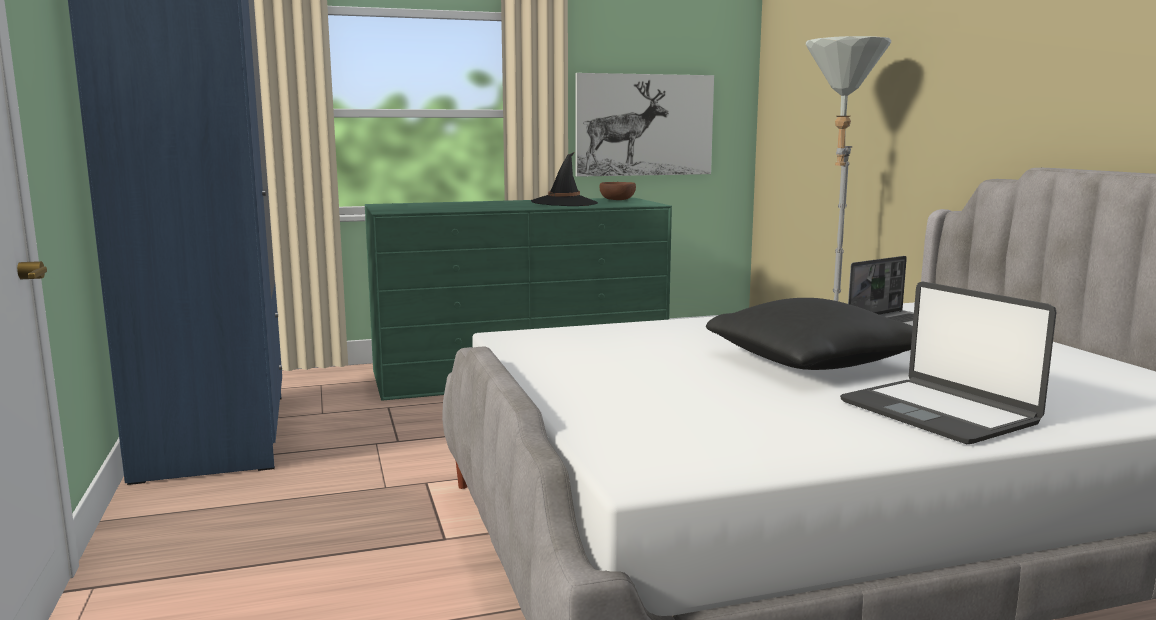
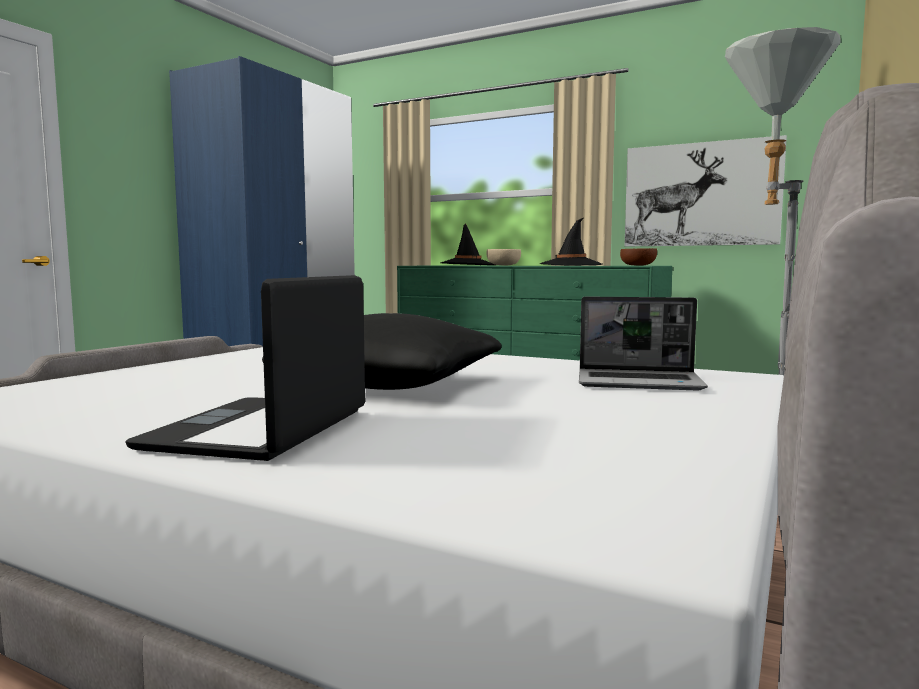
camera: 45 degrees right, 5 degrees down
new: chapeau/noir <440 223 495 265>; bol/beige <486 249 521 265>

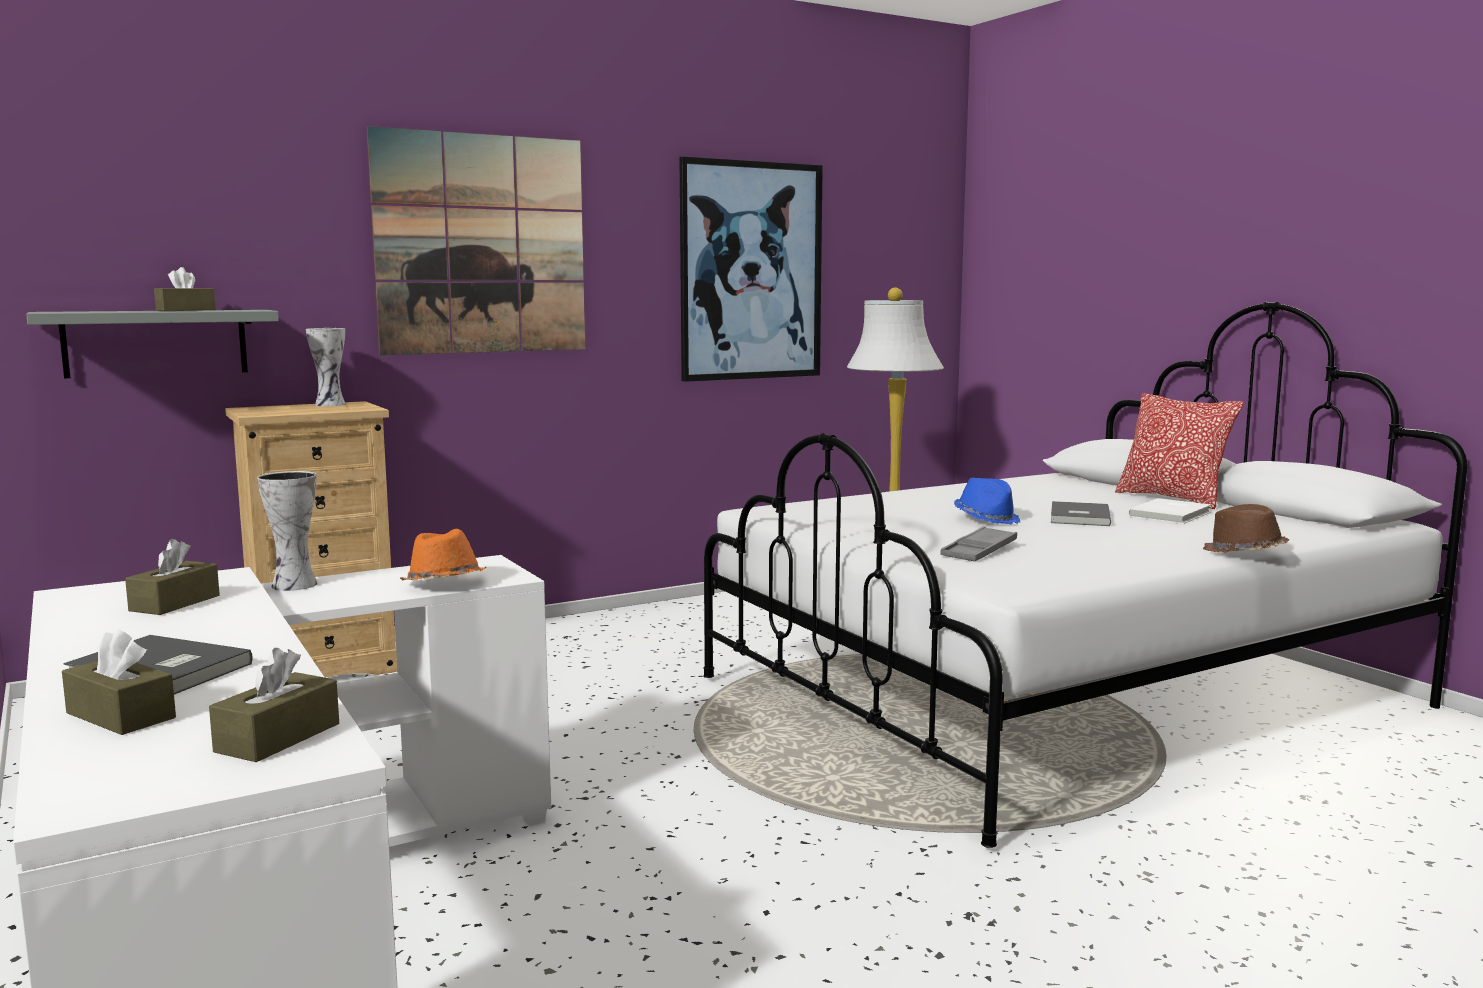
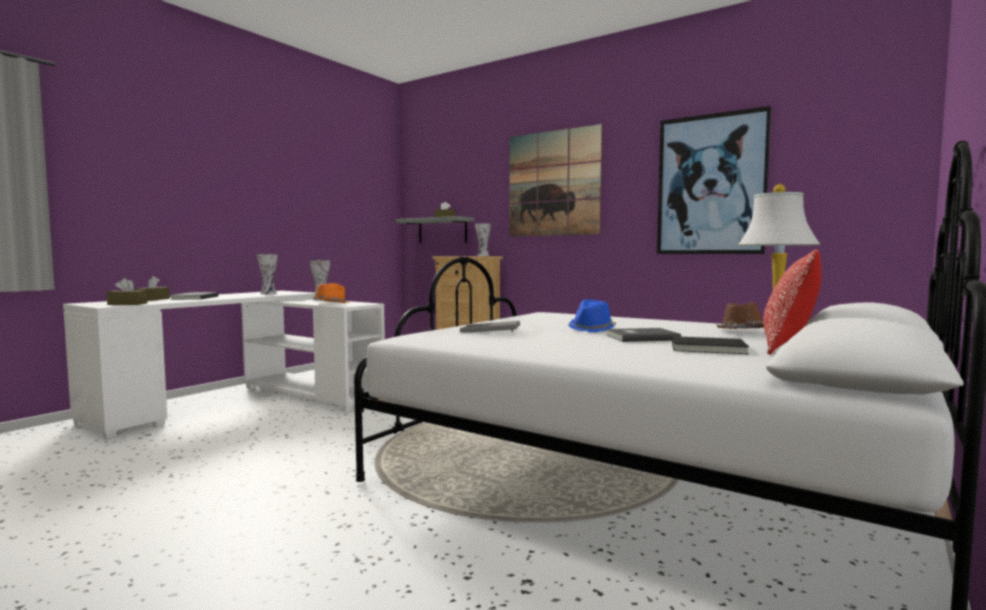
camera: 65 degrees right, 5 degrees down
shifted: chapeau/marron <1203 504 1289 553> to <717 302 764 329>
swapped: boîte à mouchoirs/marron <125 539 220 615> to vase <257 254 278 295>
repainted: livre/blanc <1128 498 1211 524> to livre/noir <672 336 749 354>

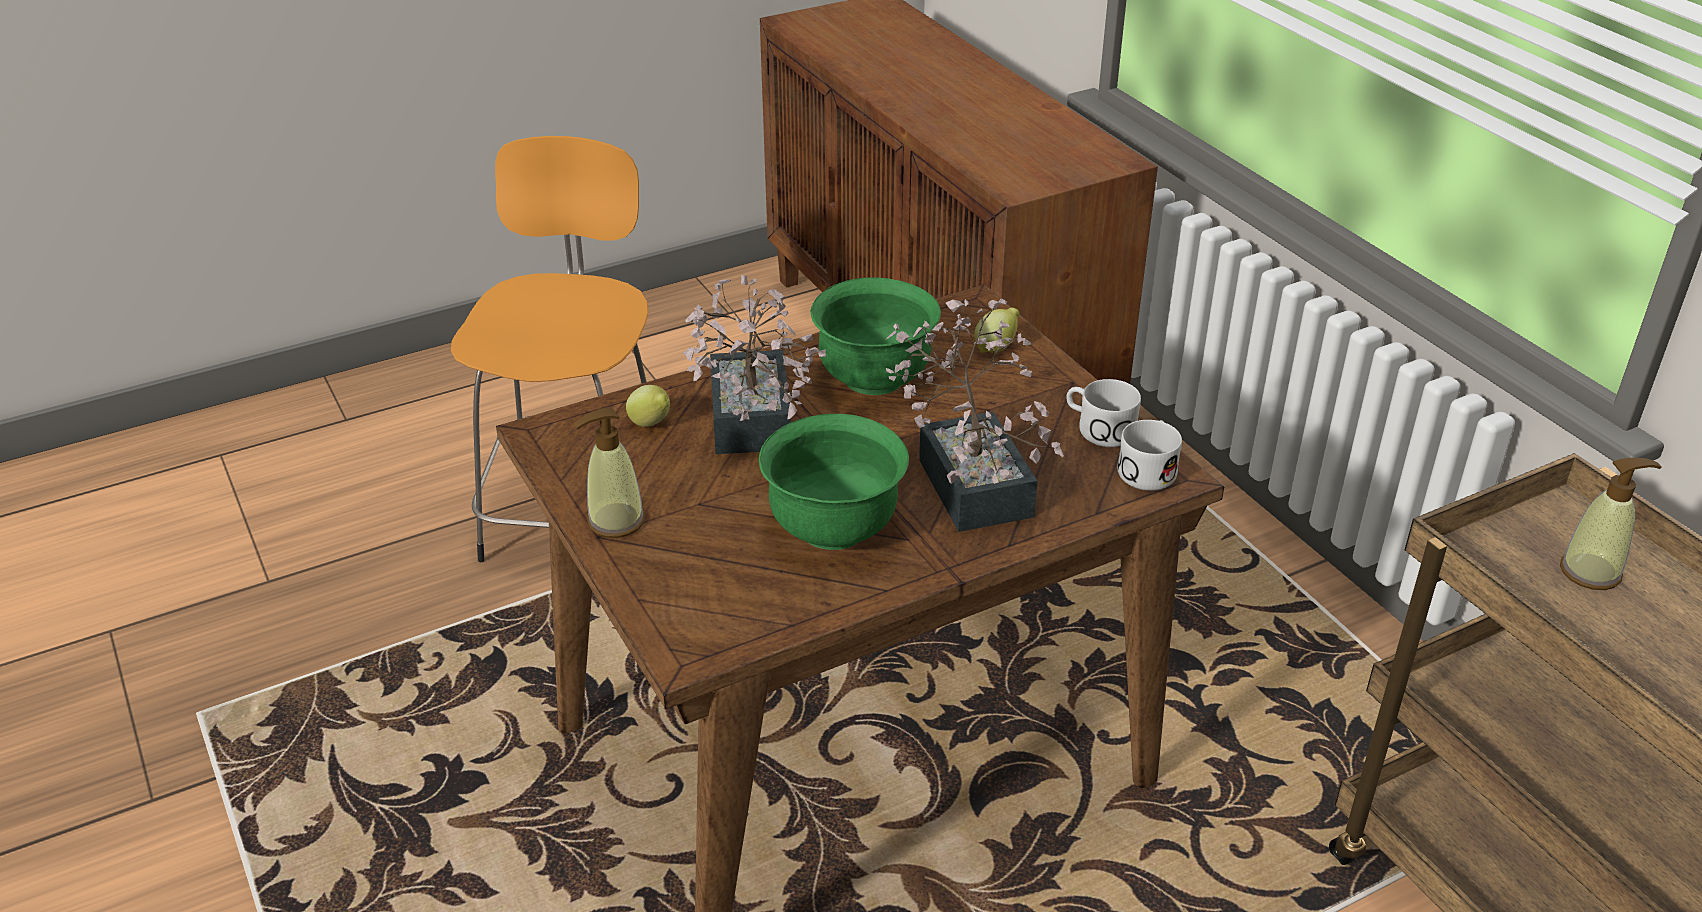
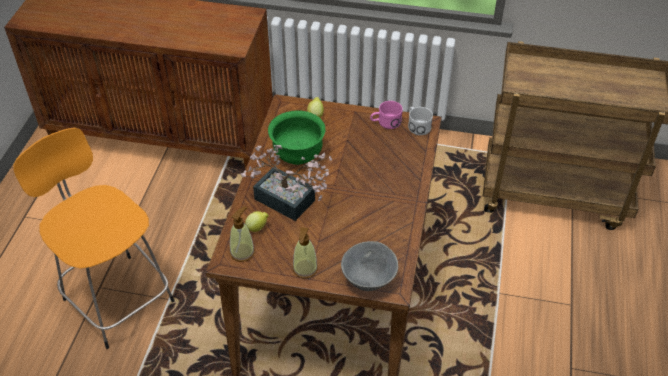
camera: 50 degrees left, 10 degrees up
gone: bol/vert <759 414 909 550>; plante en pot <886 298 1064 532>
new: bol/gris <341 241 398 291>
shifted: distributeur de savon <1560 458 1661 590> to <230 207 255 262>
repainted: mug/blanc <1066 379 1141 447> to mug/rose <370 101 403 129>

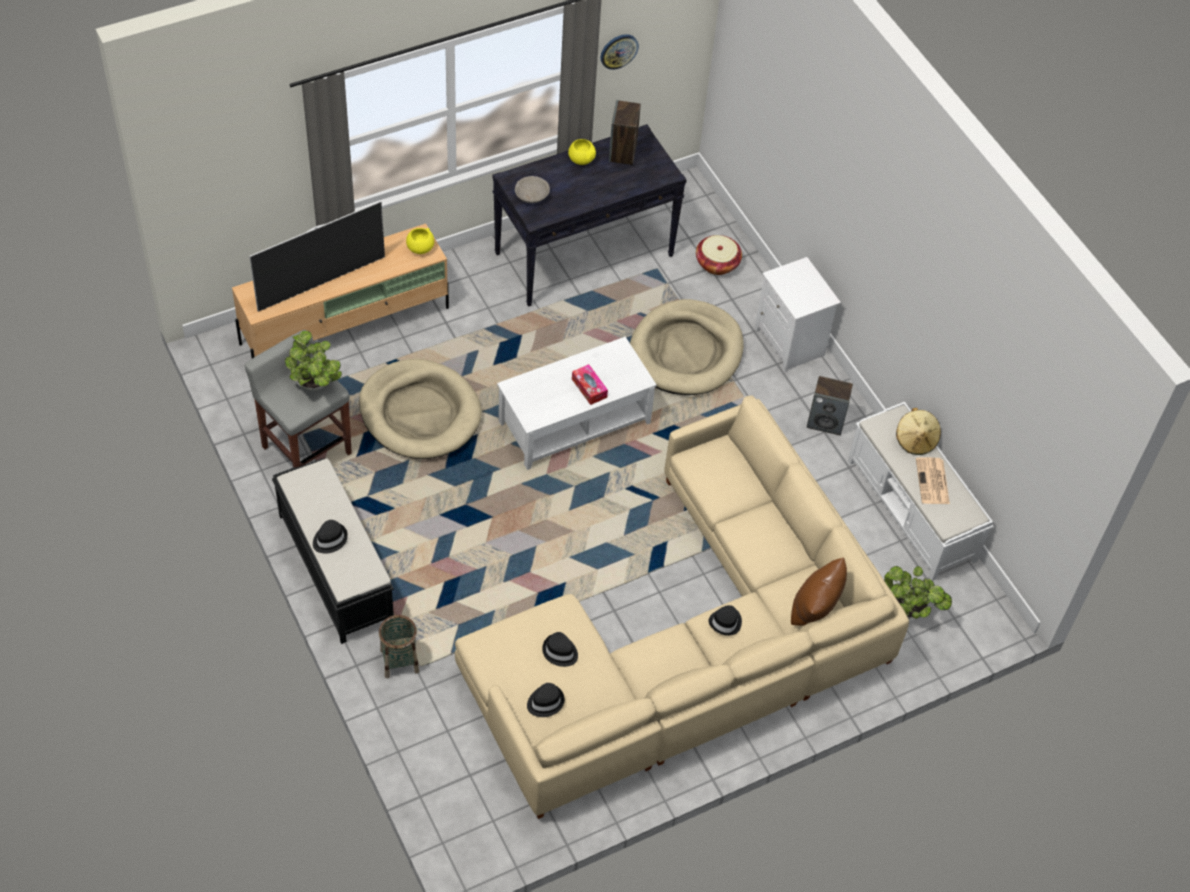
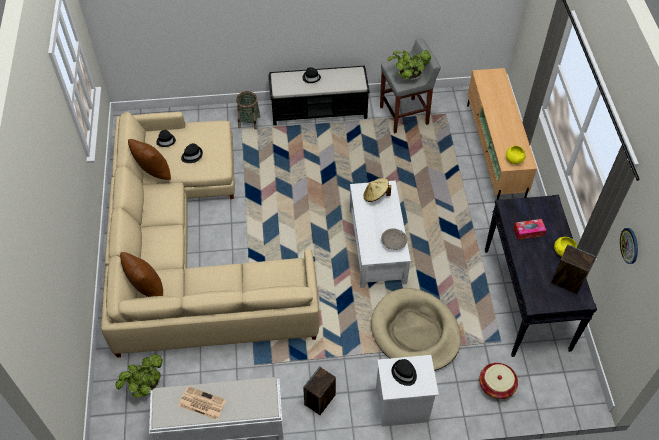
camera: 115 degrees right, 0 degrees up
gone: téléviseur <249 201 385 312>; panier pour chien/beige <359 359 482 459>
new: coussin/marron <128 139 171 180>
shifted: bol/gris <515 176 550 203> to <381 228 407 250>; boîte à mouchoirs <572 364 608 405> to <514 219 546 240>; chapeau/noir <708 605 742 636> to <392 359 417 386>; chapeau/beige <896 408 941 455> to <364 178 391 202>

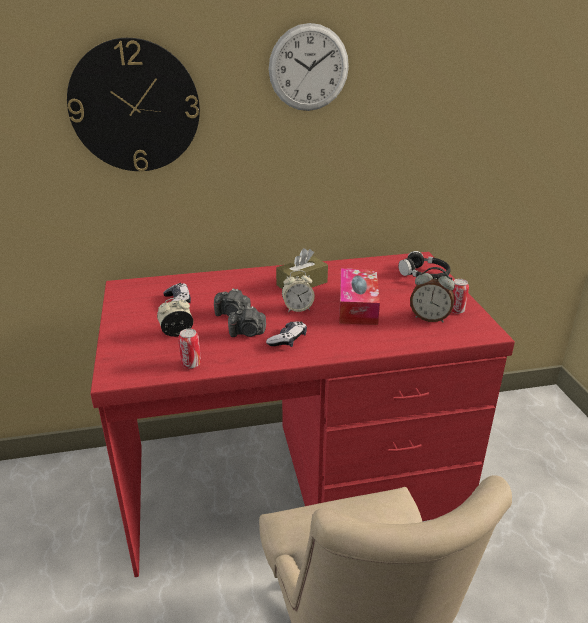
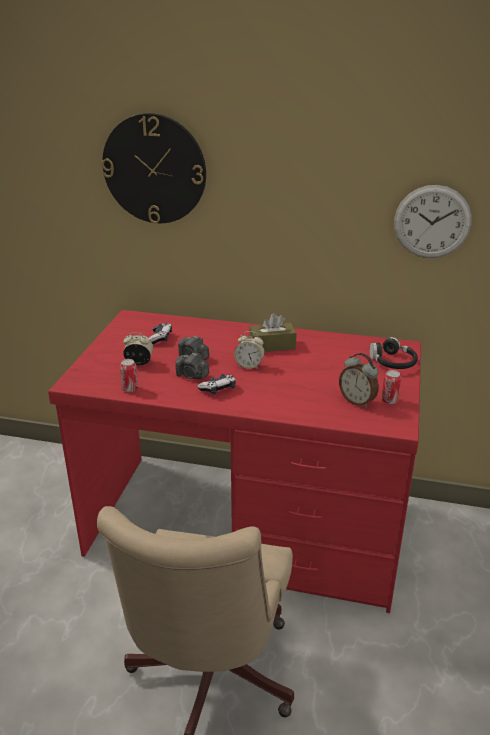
camera: 25 degrees right, 0 degrees up
gone: boîte à mouchoirs <339 268 380 325>
shifted: horloge murale <269 23 349 111> to <394 185 472 258>

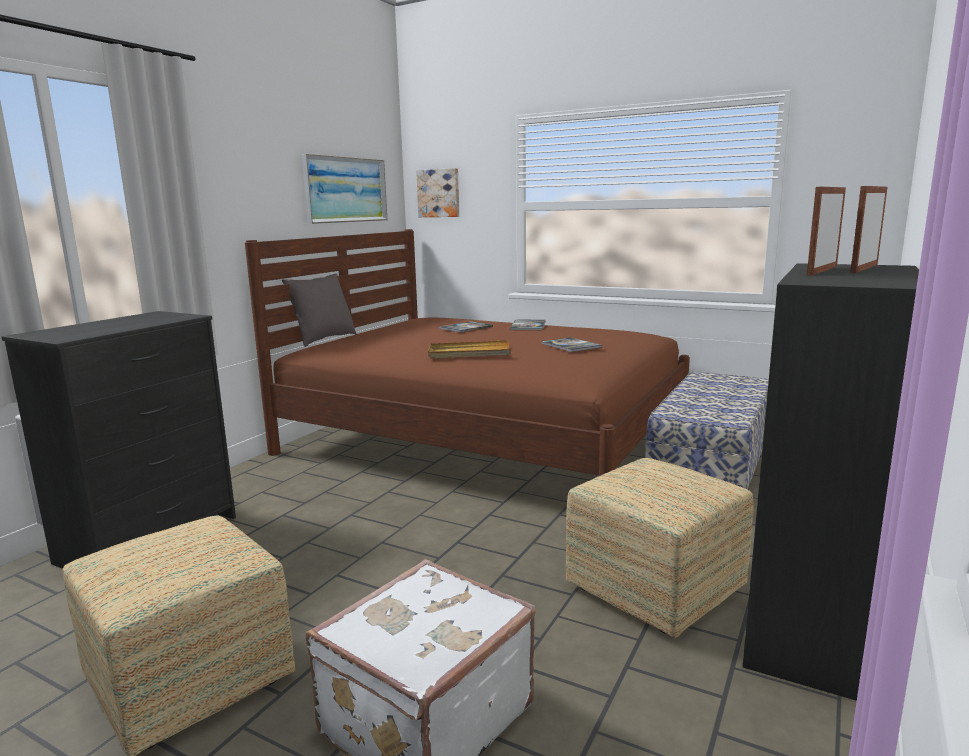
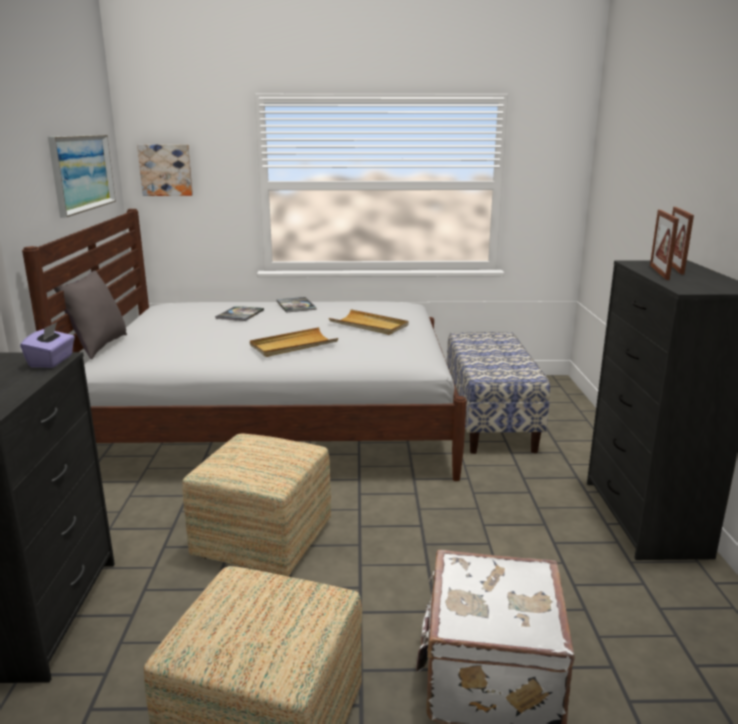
camera: 30 degrees left, 5 degrees up
new: boîte à mouchoirs/violet <20 322 75 368>
shifted: pouf <566 458 753 639> to <182 434 331 577>
swapped: livre <542 337 602 352> to plateau/beige <329 309 409 335>
repainted: lit/marron <245 229 690 476> to lit/blanc <22 209 467 481>

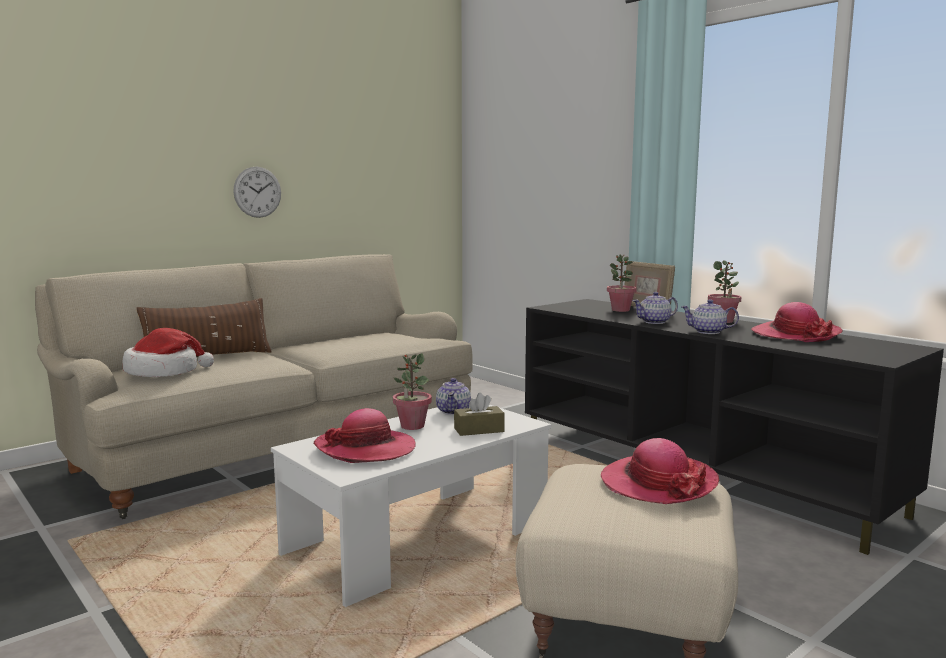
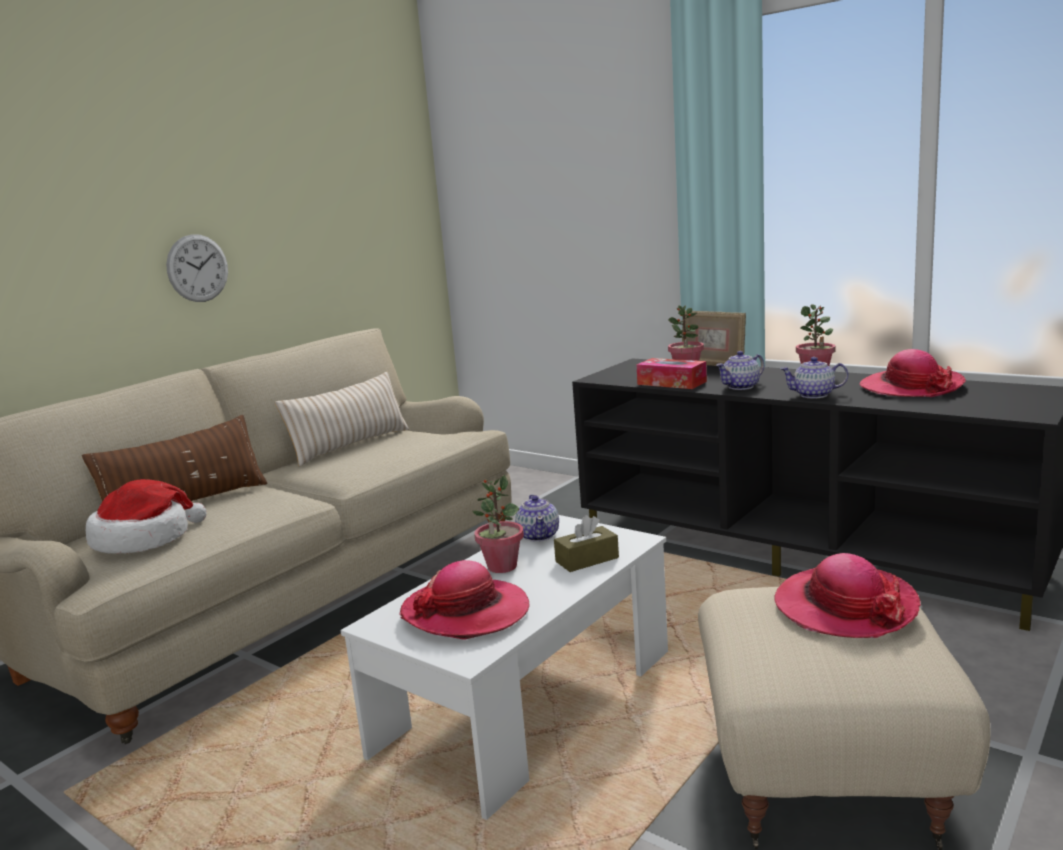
camera: 10 degrees left, 5 degrees up
new: coussin/beige <275 372 409 467>; boîte à mouchoirs <636 358 707 389>

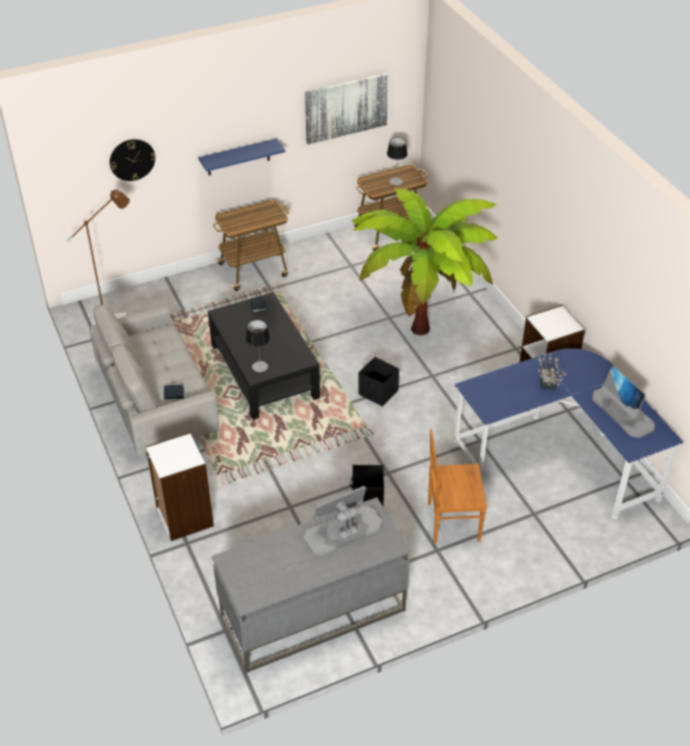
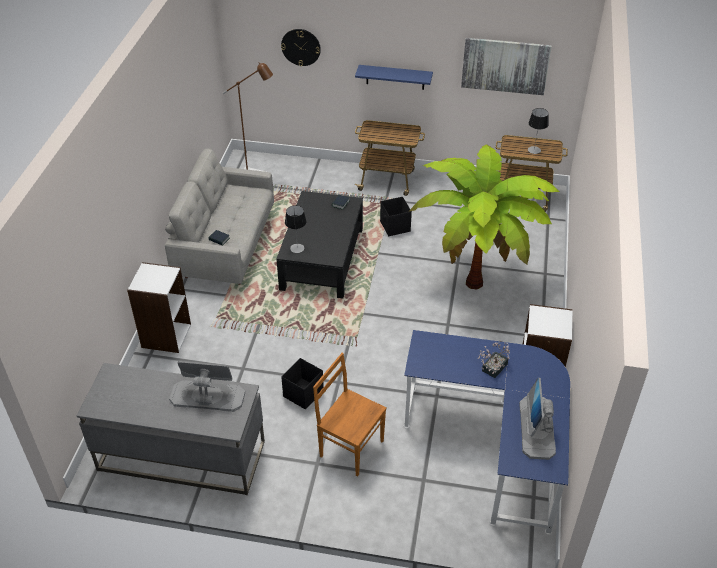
camera: 35 degrees right, 0 degrees up
shifted: boîte de rangement/noir <358 357 399 406> to <380 197 412 236>

